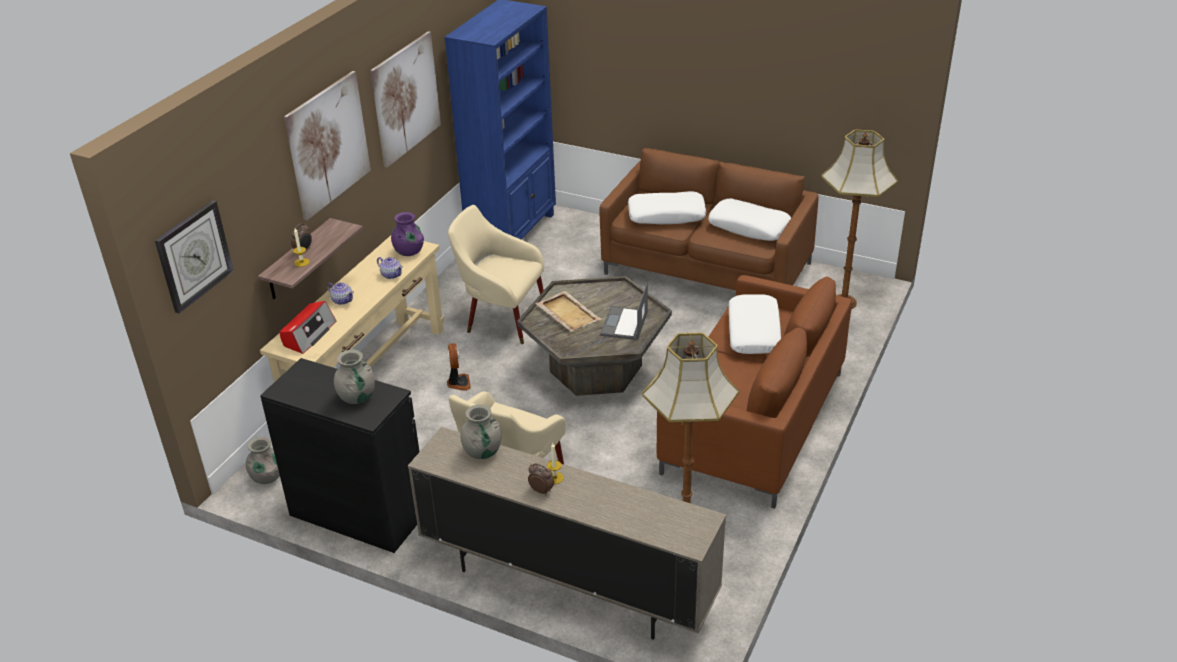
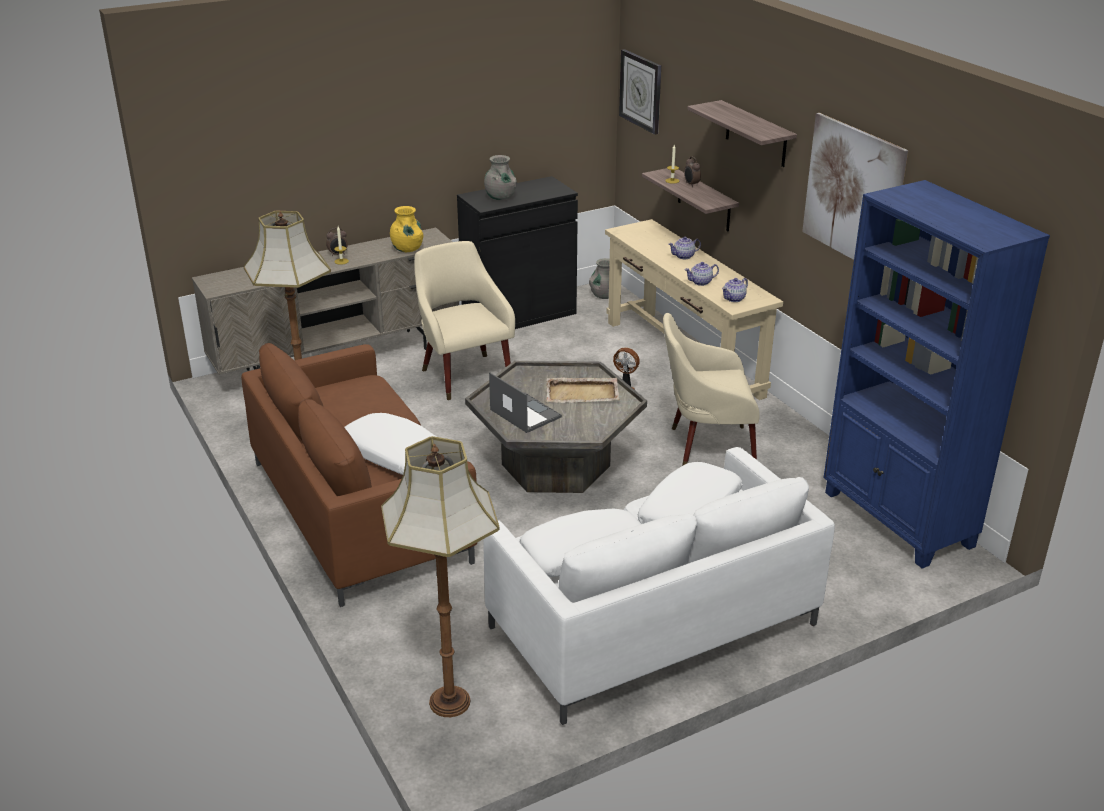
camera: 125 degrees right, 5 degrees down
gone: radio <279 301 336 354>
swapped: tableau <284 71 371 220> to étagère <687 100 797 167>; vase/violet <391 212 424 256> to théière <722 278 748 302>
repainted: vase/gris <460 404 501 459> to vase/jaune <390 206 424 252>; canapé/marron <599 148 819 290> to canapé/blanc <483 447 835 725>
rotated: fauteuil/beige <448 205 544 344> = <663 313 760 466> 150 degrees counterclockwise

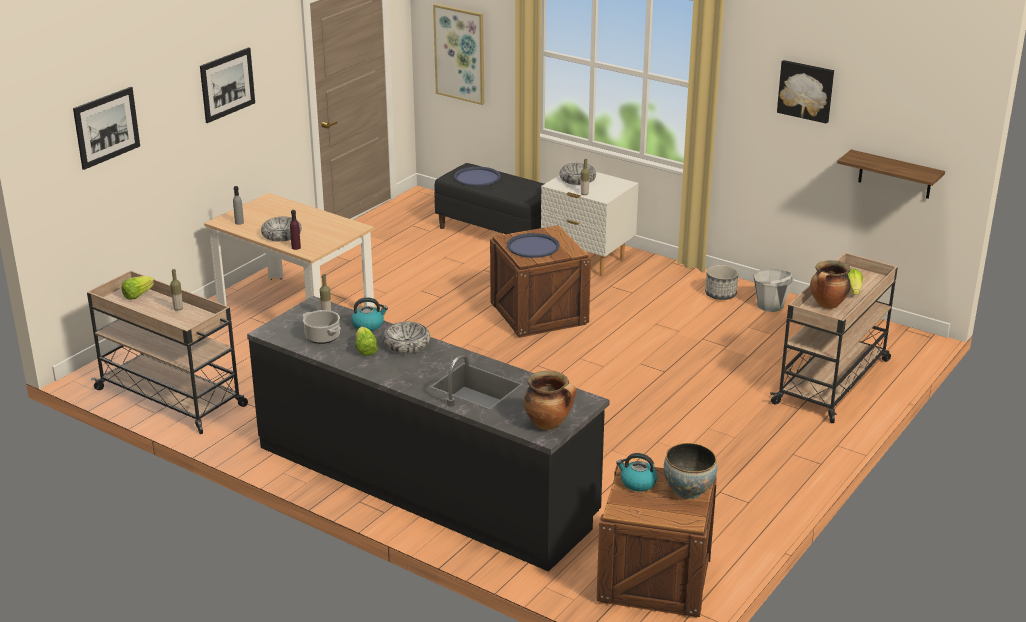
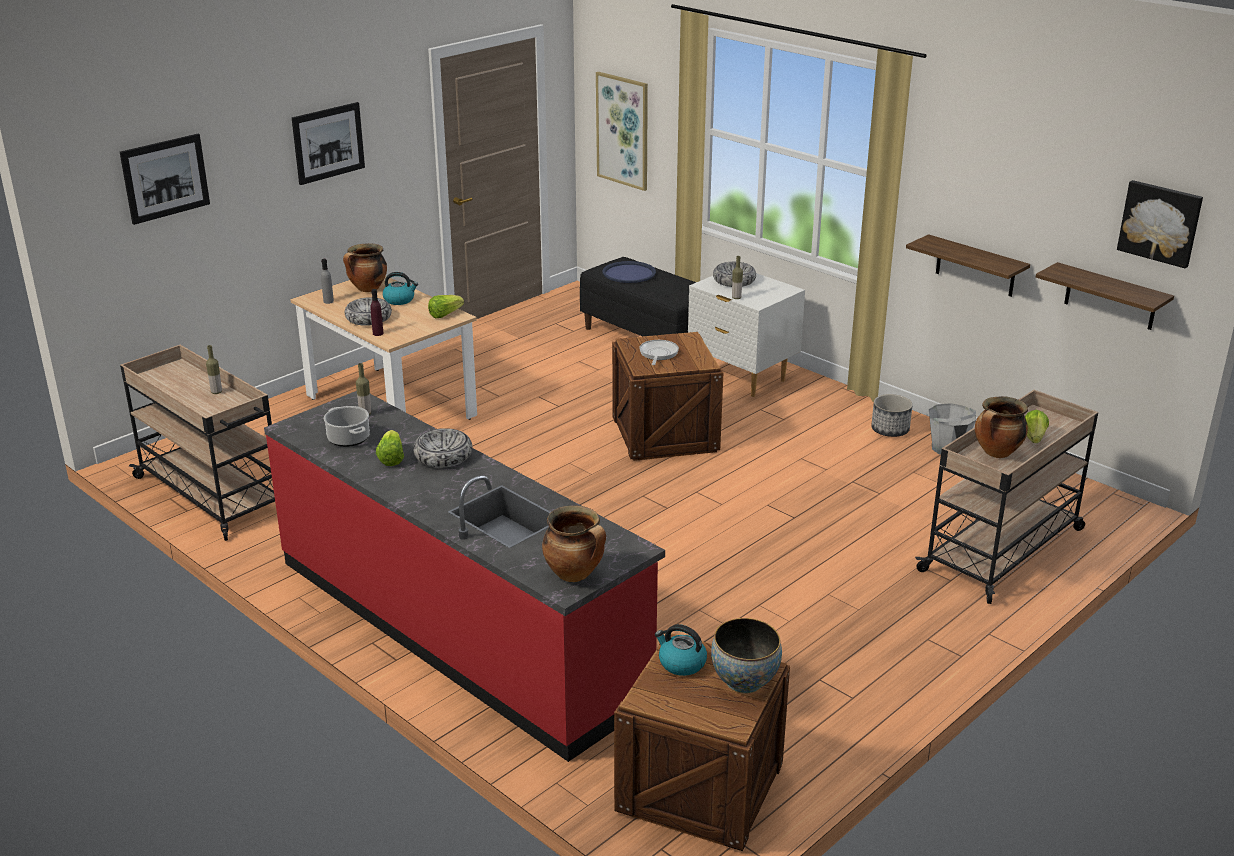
camera: 10 degrees right, 0 degrees up
new: marmite <343 243 387 292>; étagère <906 234 1030 297>
shifted: laitue <122 276 154 300> to <428 295 464 318>; bouilloire <351 297 388 331> to <383 272 418 305>; tableau <777 60 834 124> to <1117 180 1203 268>
swapped: plateau/bleu <507 233 560 258> to poêle <639 340 679 365>
repainted: comptoir de cuisine/noir <247 296 610 572> to comptoir de cuisine/rouge <264 391 665 762>

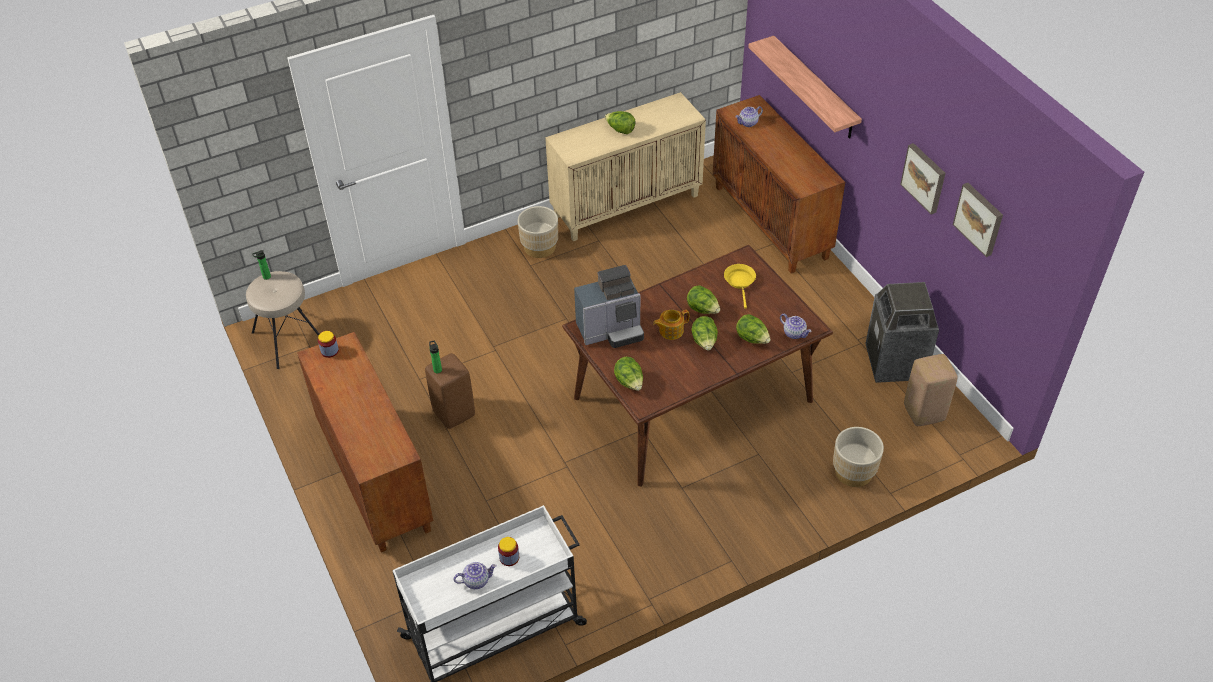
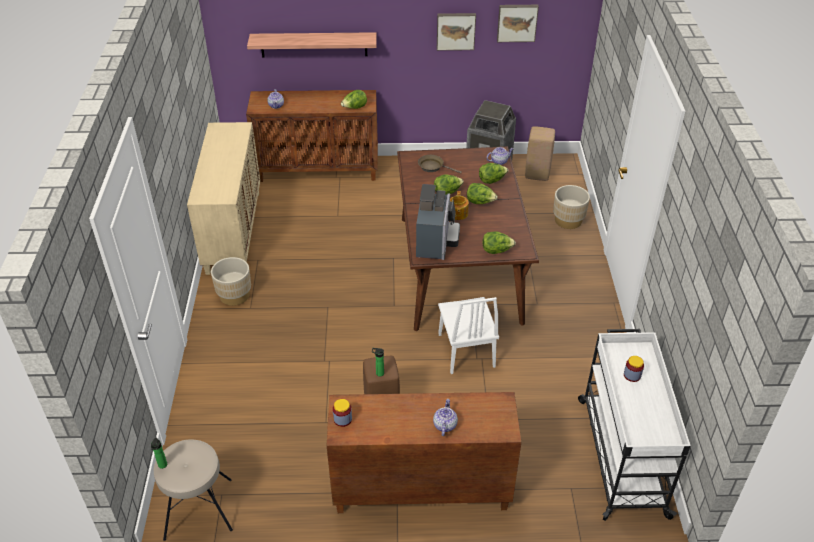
camera: 65 degrees left, 5 degrees down
new: chaise/blanc <438 297 499 374>
shifted: théière <454 562 497 589> to <433 399 458 436>; laitue <605 111 636 134> to <341 90 367 109>
repainted: poêle/jaune <724 264 756 309> to poêle/marron <418 155 462 173>

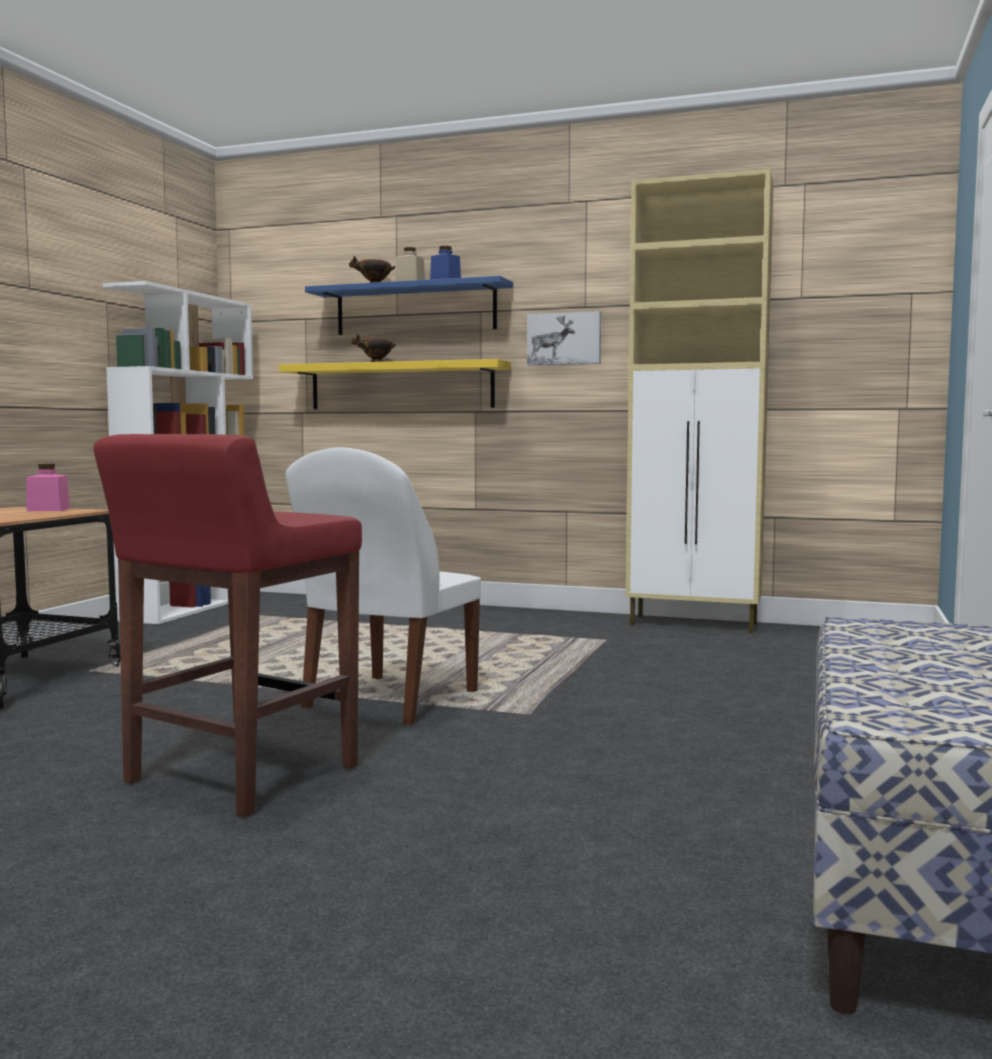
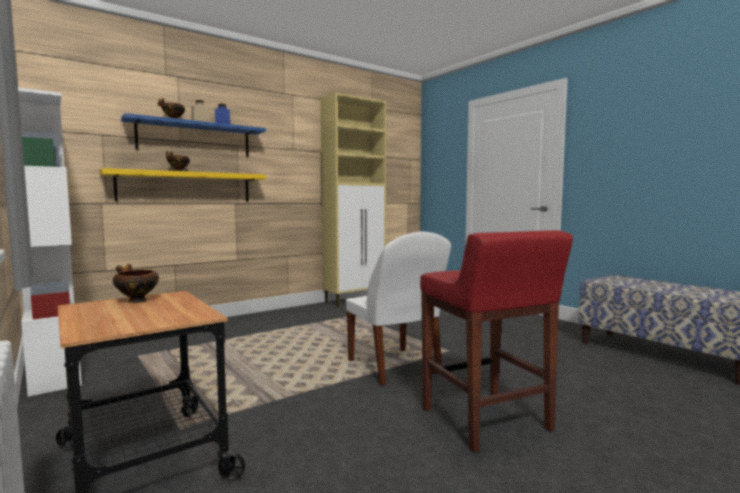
camera: 55 degrees left, 0 degrees up
gone: tableau <527 311 601 365>
swapped: bocal/rose <26 464 70 511> to bol <113 264 159 303>

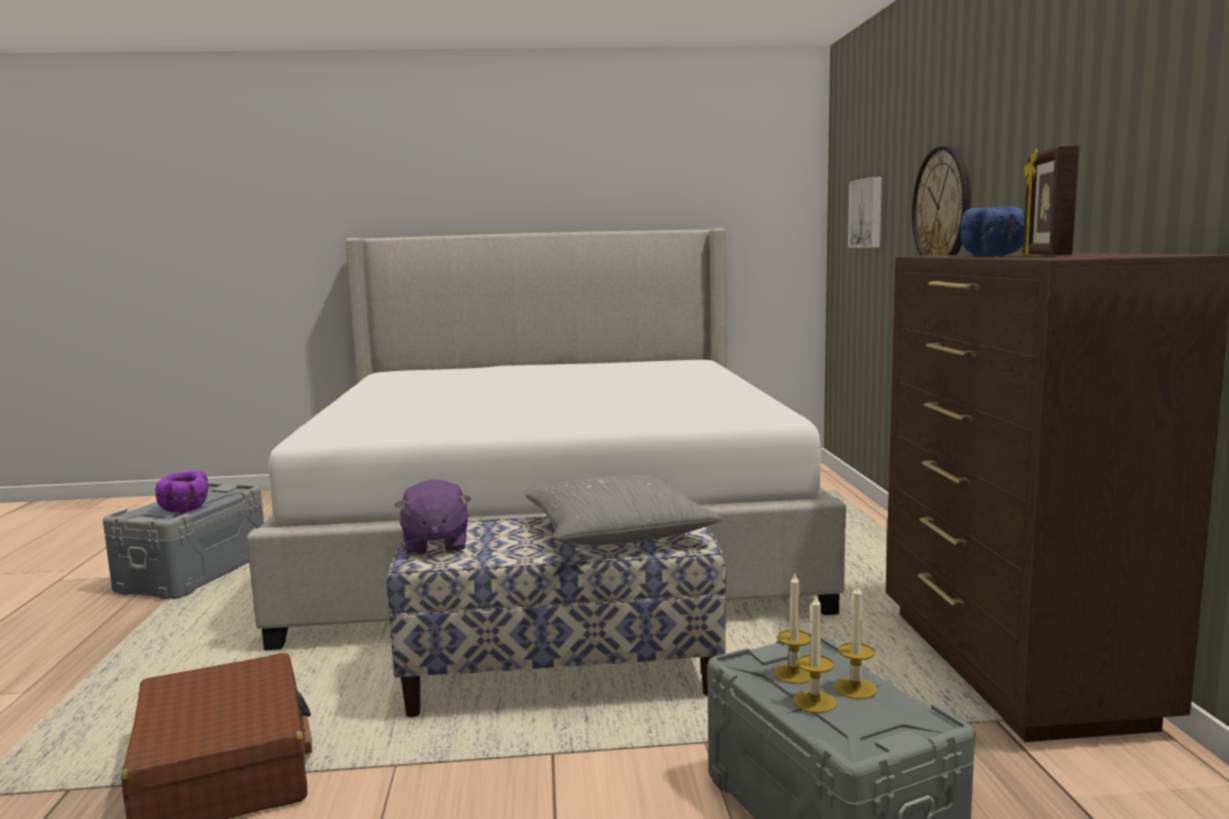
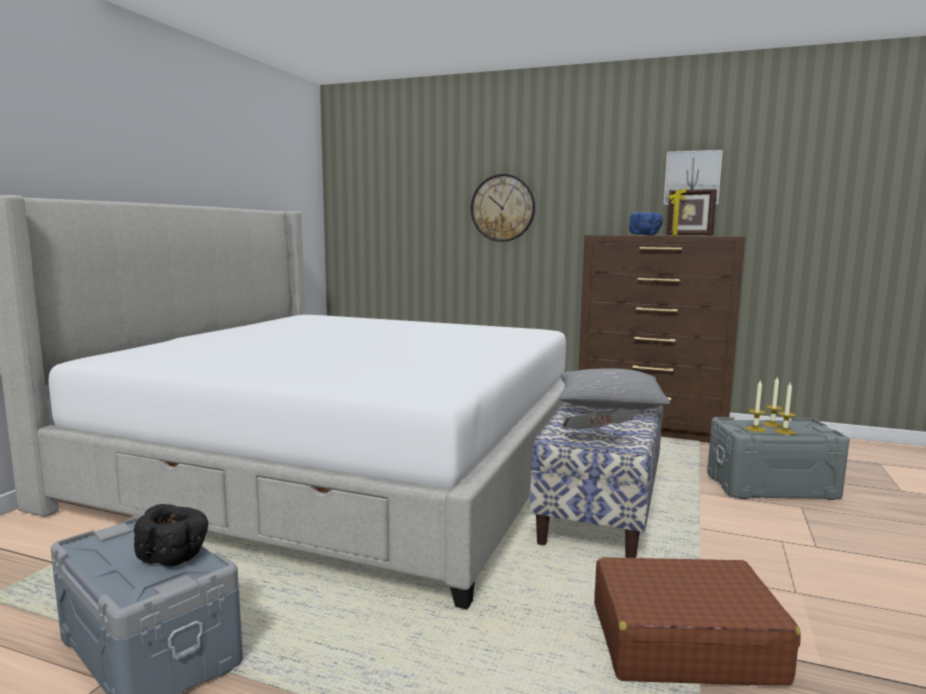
camera: 65 degrees left, 0 degrees up
shifted: tableau <848 177 882 248> to <664 150 723 205>
swapped: peluche/violet <394 479 471 556> to journal <562 408 636 429>
repainted: bol/violet <155 471 208 512> to bol/noir <134 504 208 566>

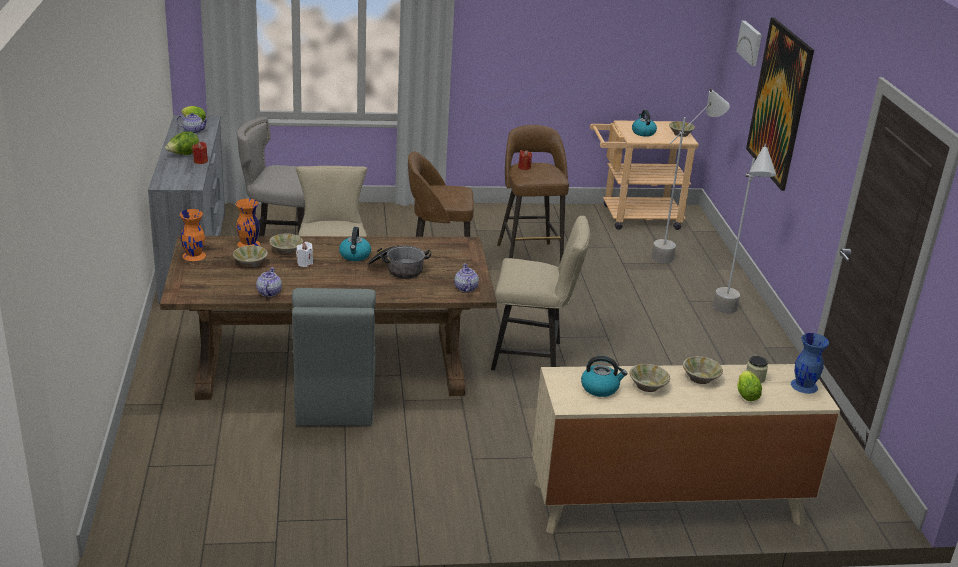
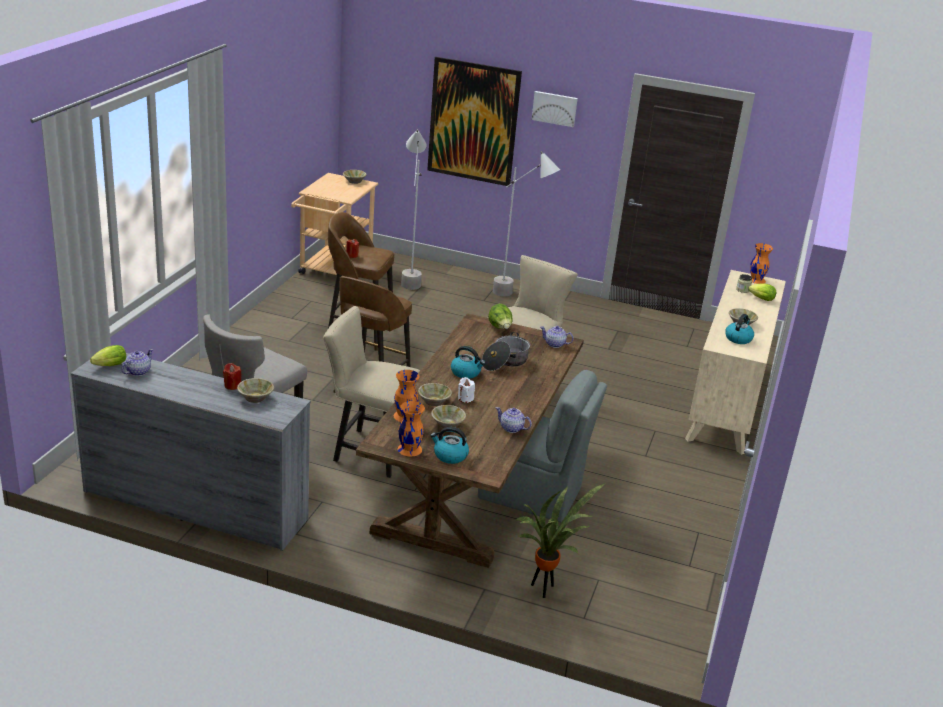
camera: 65 degrees left, 0 degrees up
new: plante en pot <516 483 606 598>
shifted: laitue <165 131 199 155> to <488 304 513 329>; bouilloire <632 110 657 137> to <430 427 469 464>; bol/beige <683 356 723 384> to <237 378 274 403>; tableau <736 21 762 66> to <532 91 578 127>
repainted: vase/bleu <791 333 829 394> to vase/orange <750 243 773 284>

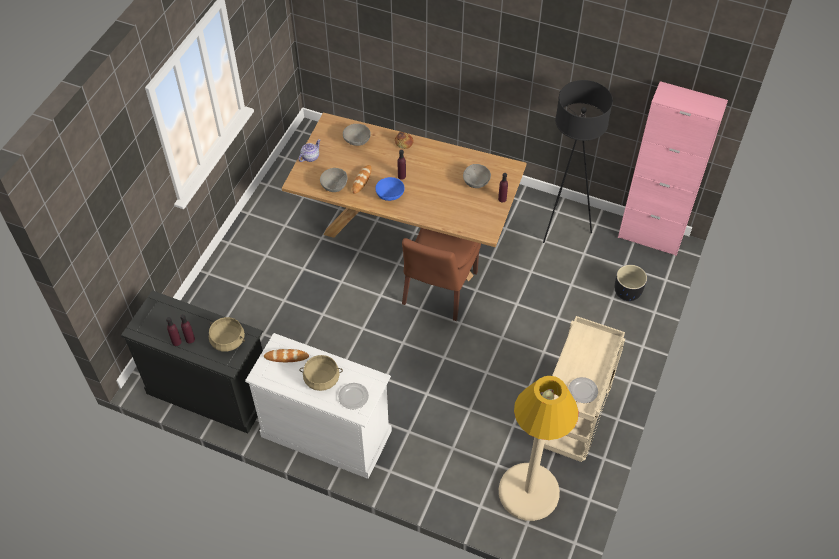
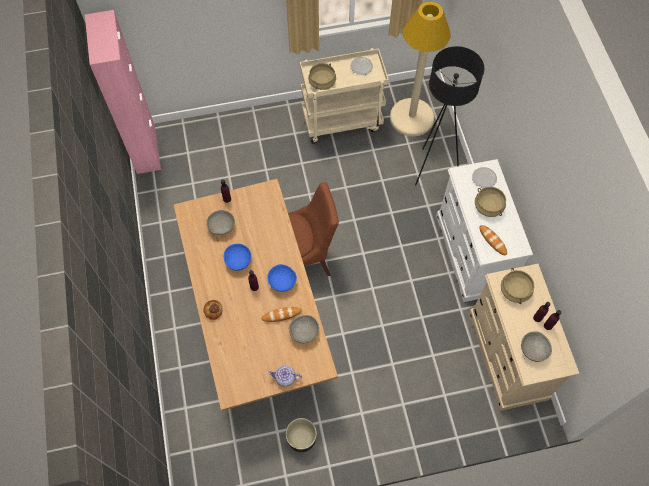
camera: 125 degrees left, 10 degrees up
new: bol/bleu <223 244 251 271>; marmite/beige <308 63 336 90>
shifted: bol/gris <343 124 371 146> to <521 331 552 362>; lampadaire/noir <543 80 613 243> to <415 46 485 185>; cache-pot/noir <615 265 647 301> to <285 418 317 452>
repainted: commode/noir <121 290 263 434> to commode/beige <469 264 580 411>

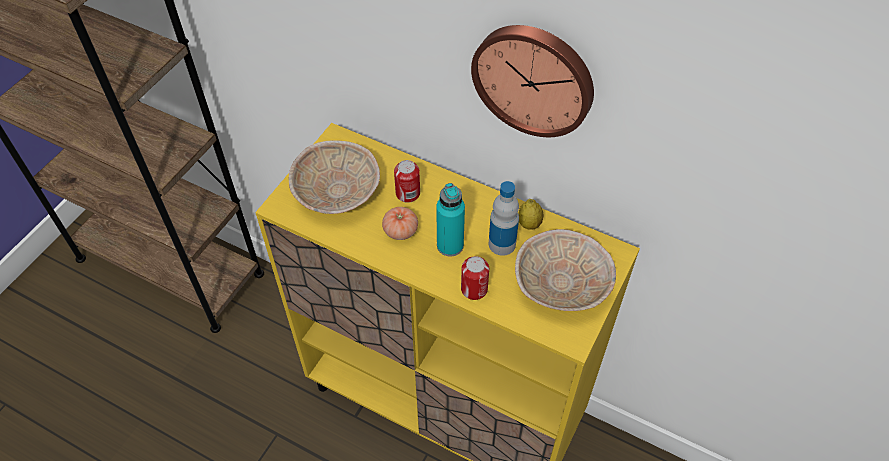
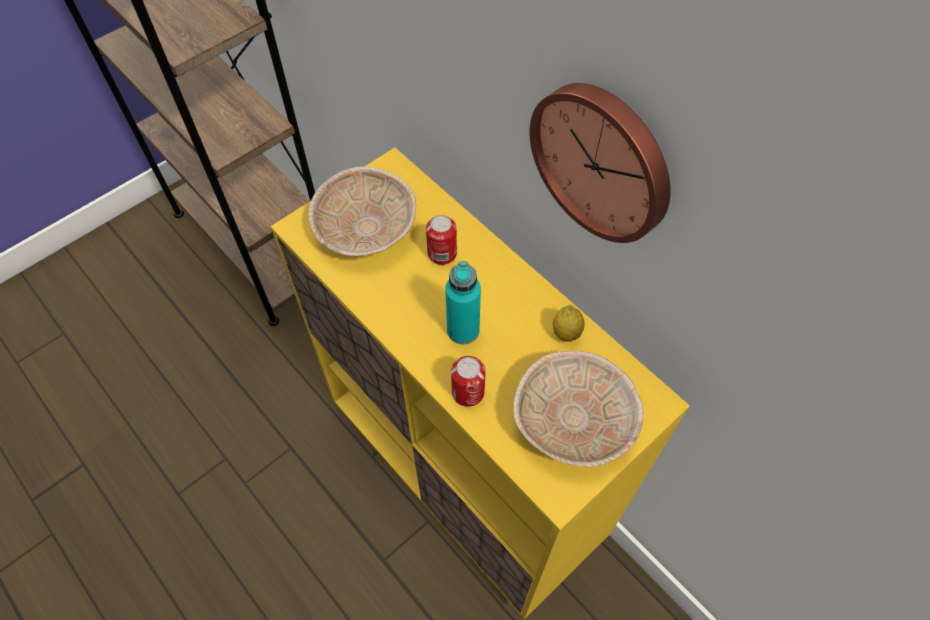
camera: 20 degrees right, 5 degrees up
gone: tomate <382 207 418 240>; bouteille <489 181 519 256>

